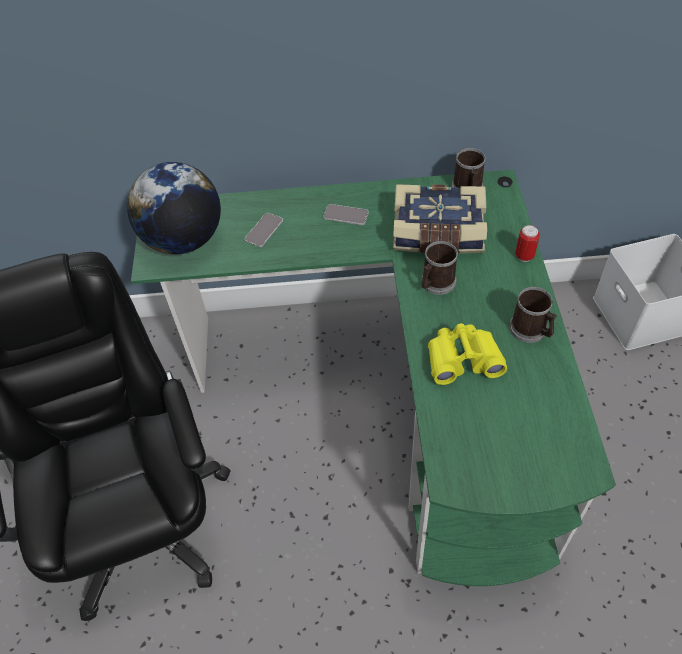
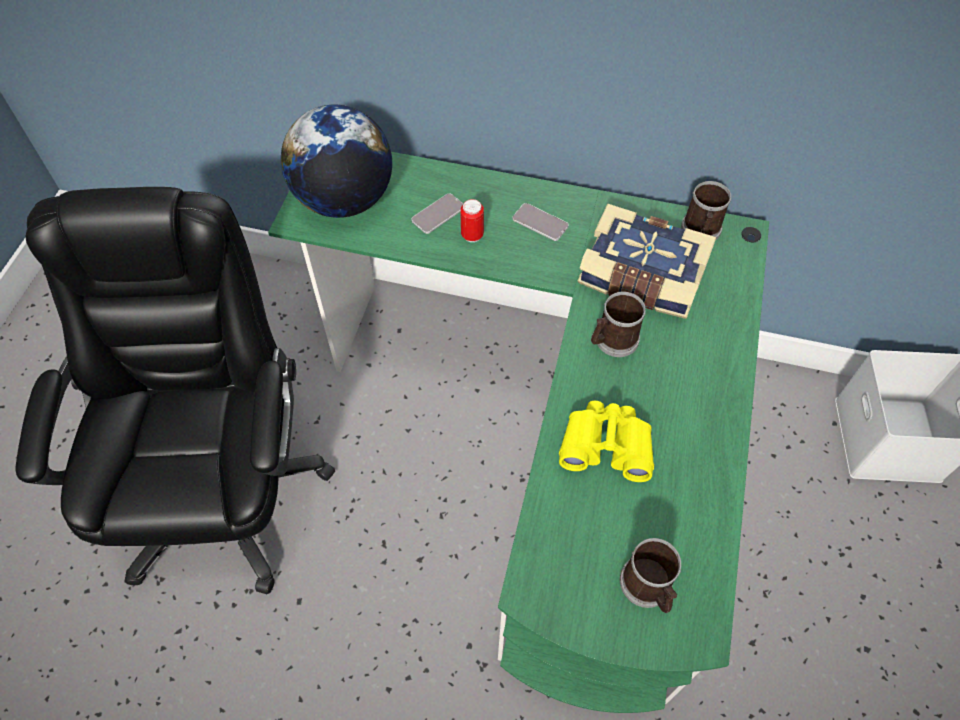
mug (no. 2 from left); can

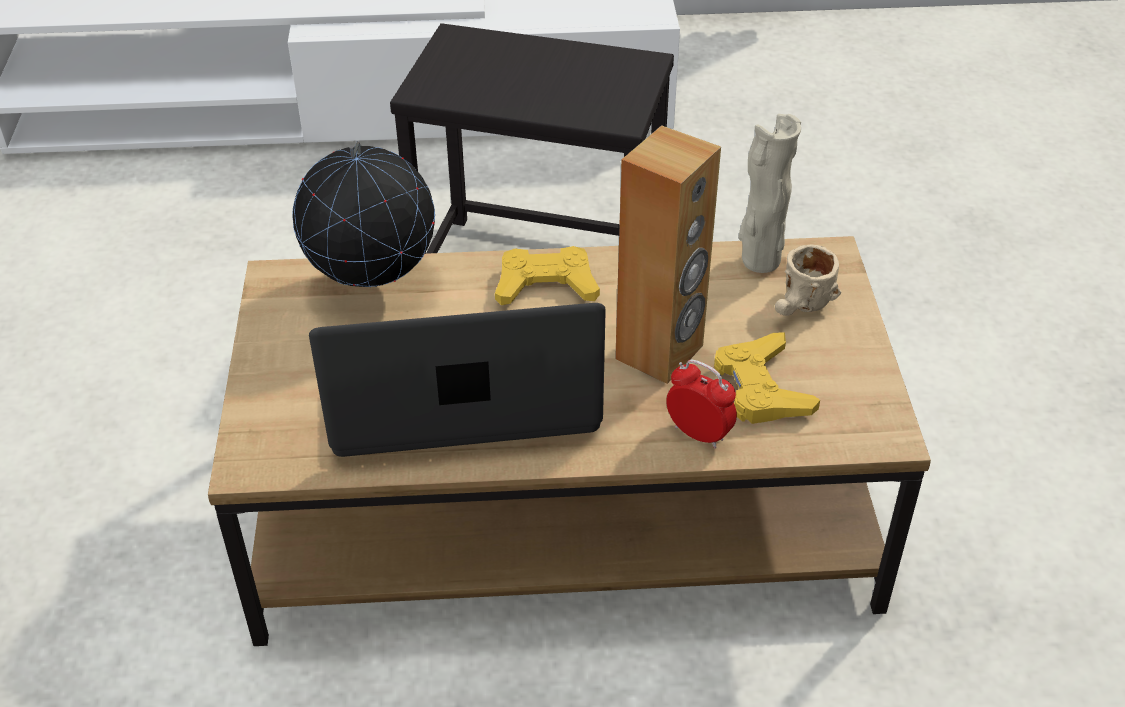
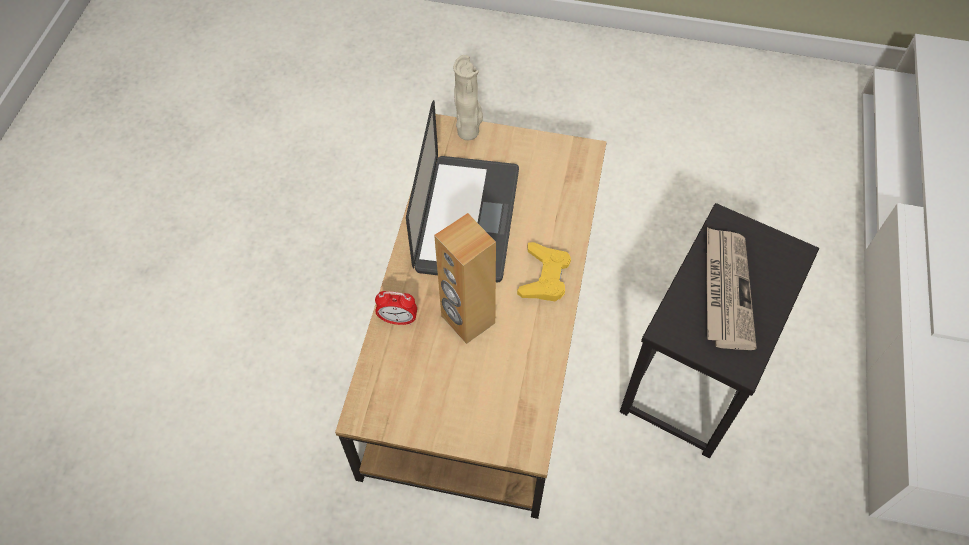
globe; alarm clock; yellow game controller (no. 2 from left in the first image); beige vase; beige mug; newspaper

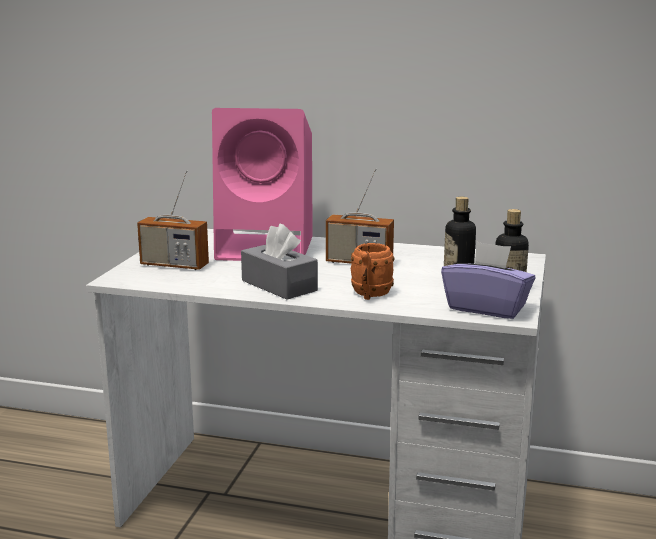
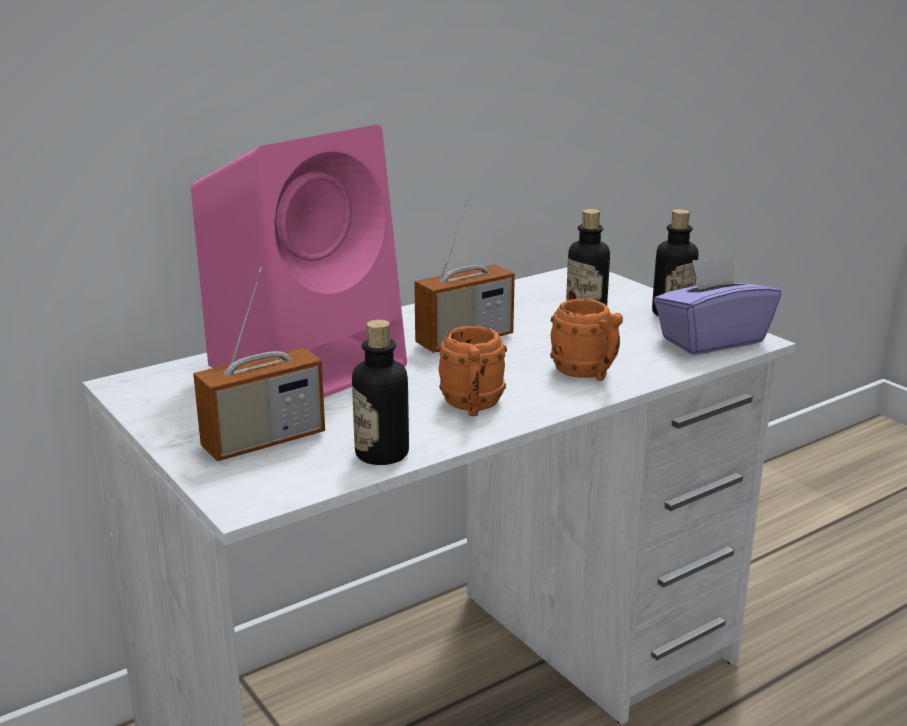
orange mug (no. 1 from left); bottle (no. 1 from left)

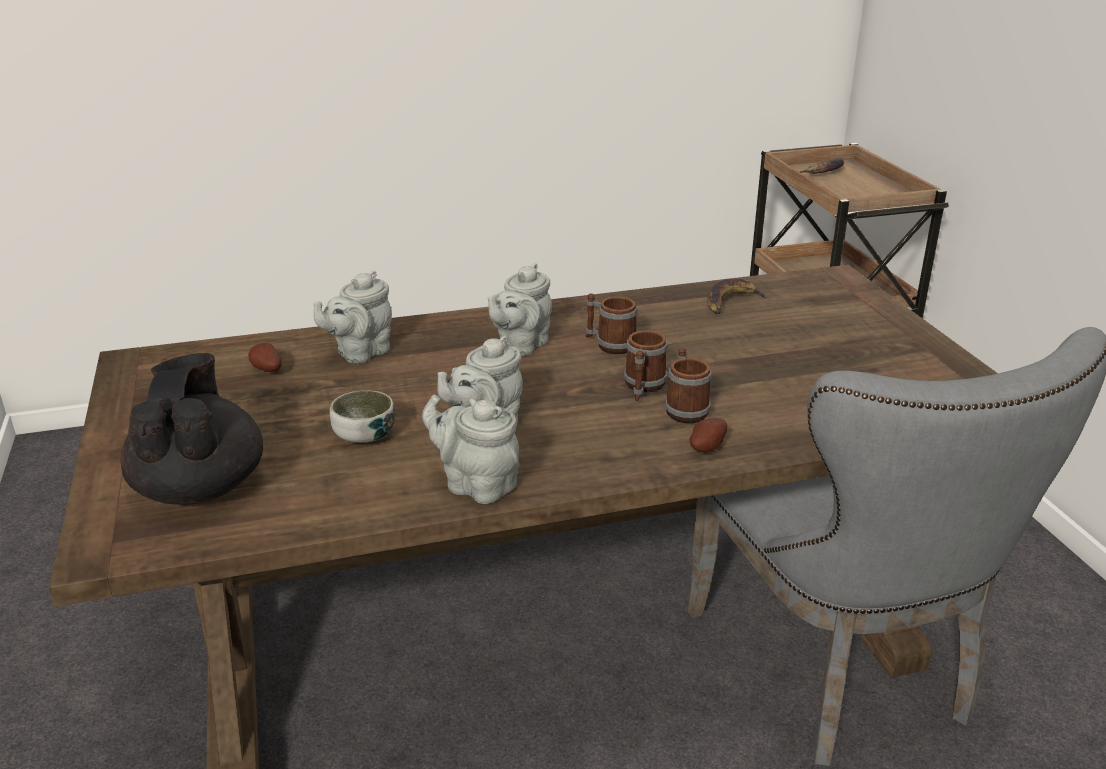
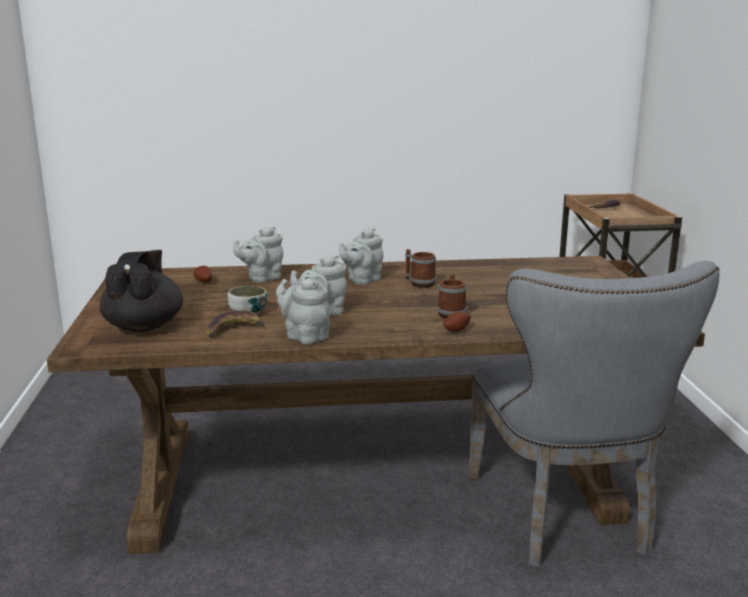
mug (no. 2 from left in the first image); banana (no. 1 from left)

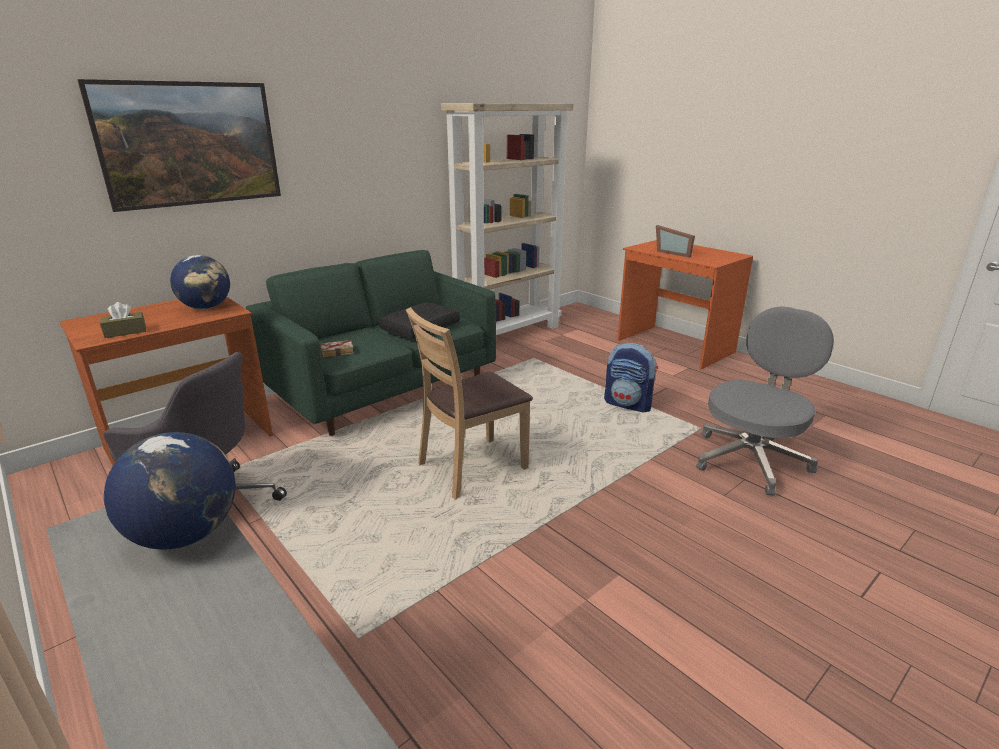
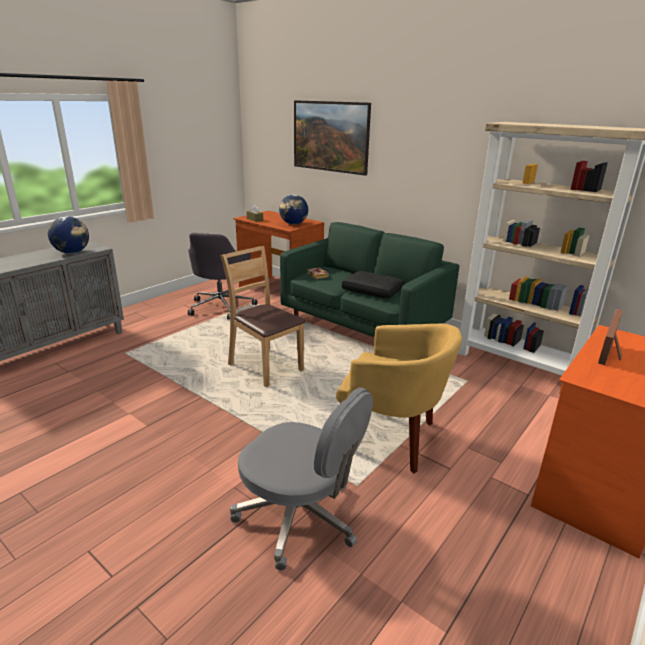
yellow armchair

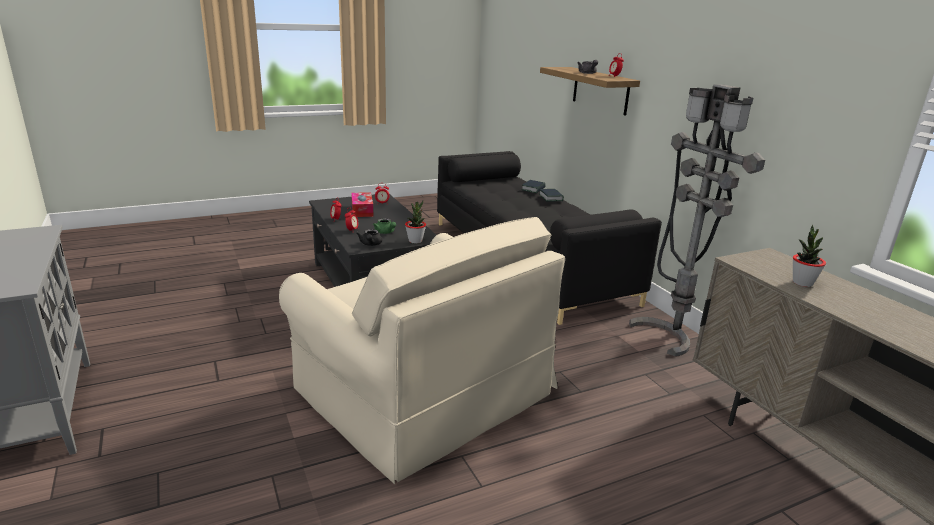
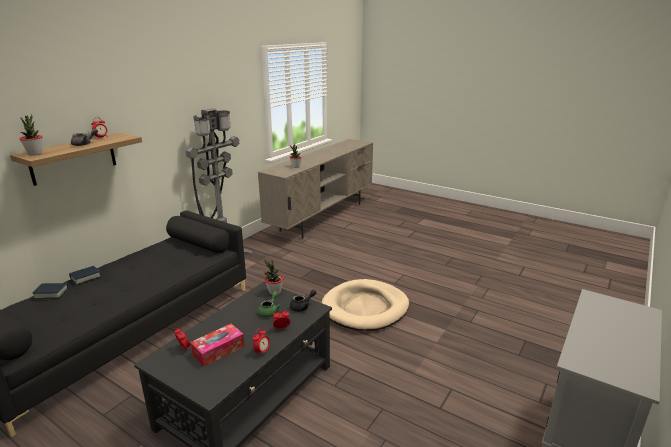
beige dog bed; potted plant (no. 1 from left)

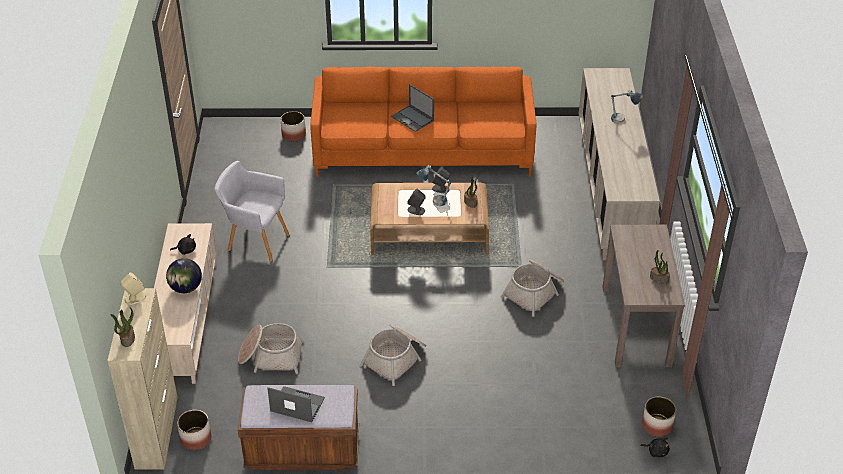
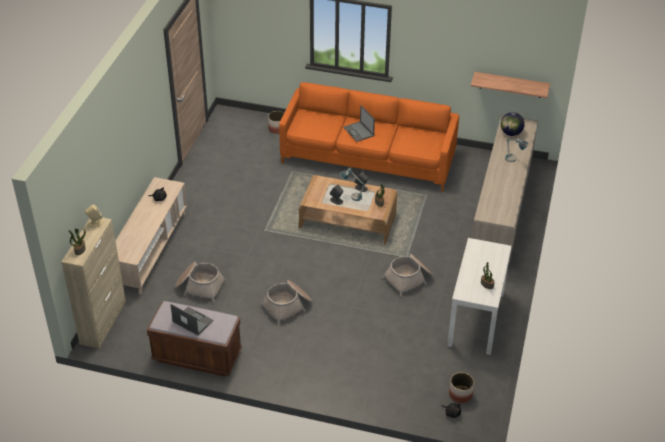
globe; planter (no. 1 from left in the first image); grey armchair; white console table; shelf

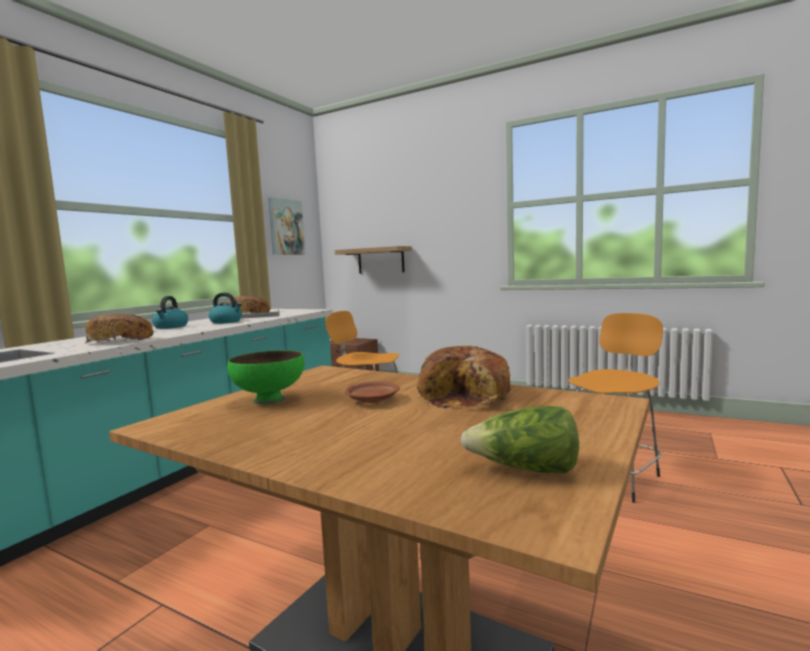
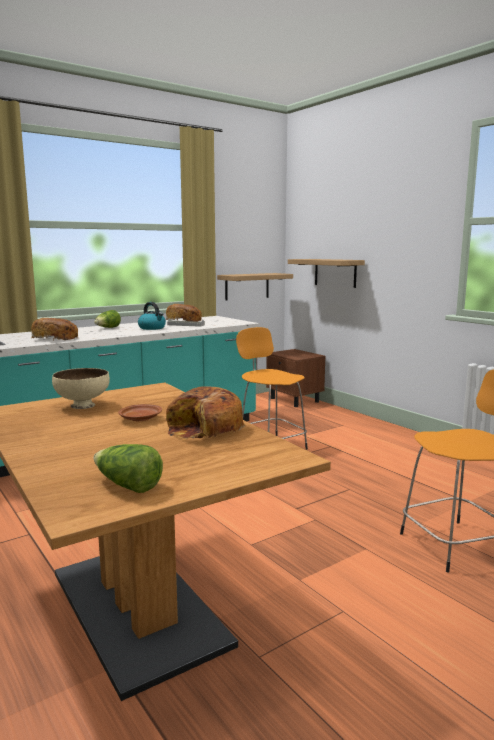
lettuce (no. 1 from left); beige bowl; picture; shelf (no. 1 from left)

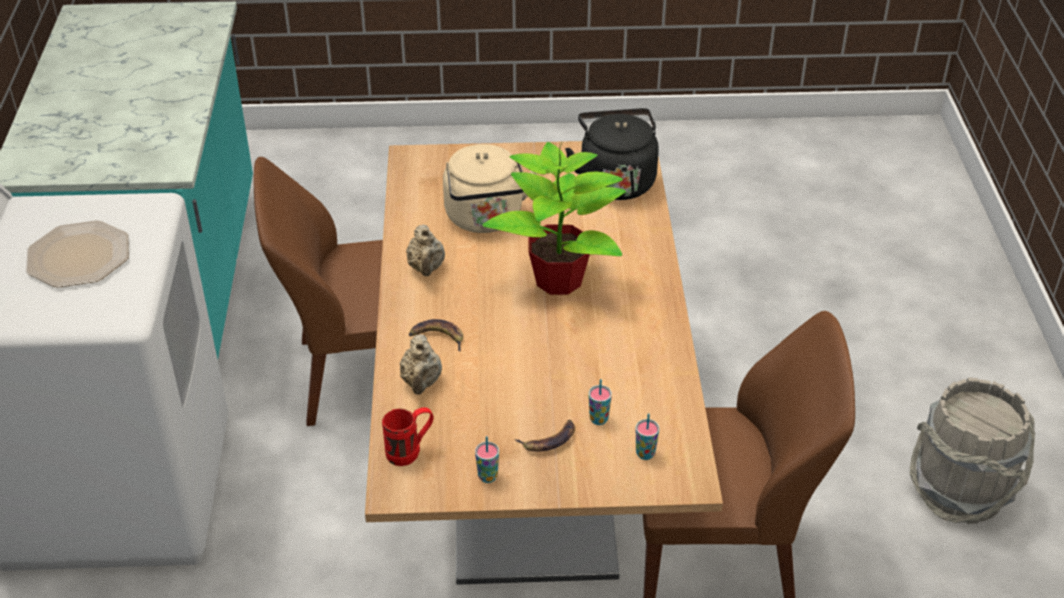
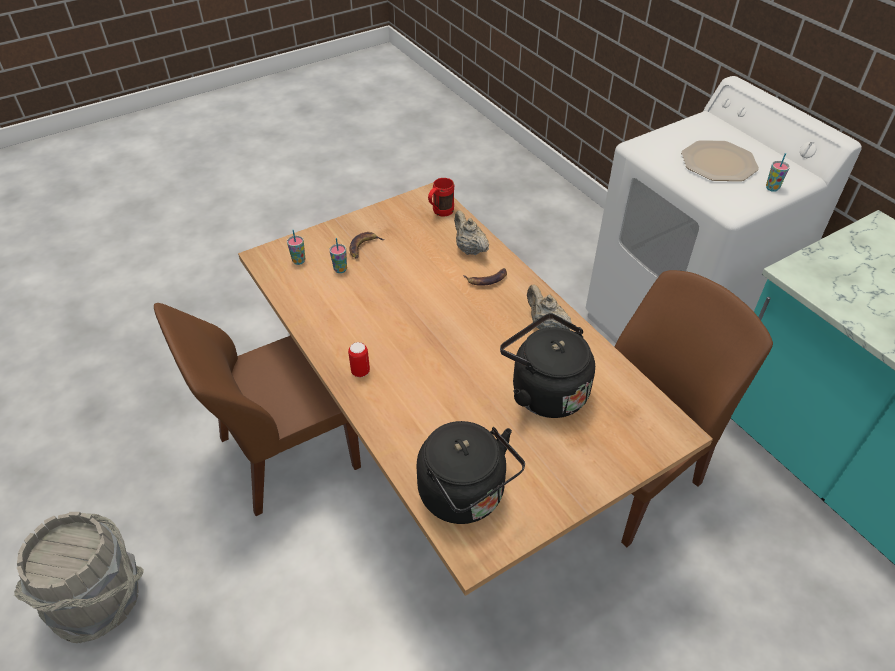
black kettle (no. 2 from left); cup (no. 3 from left); potted plant; can

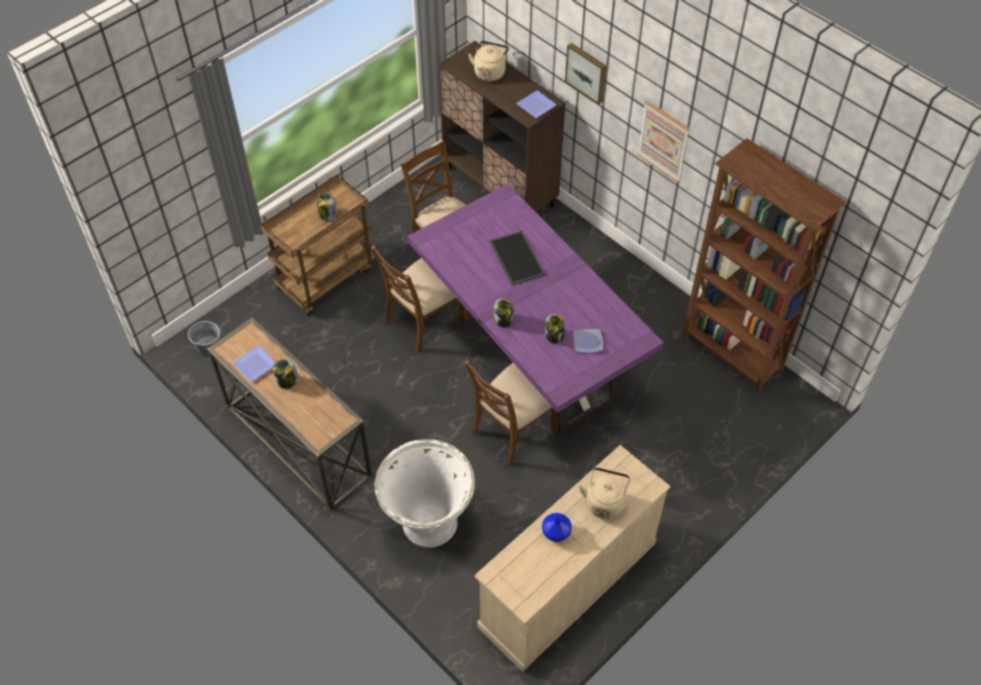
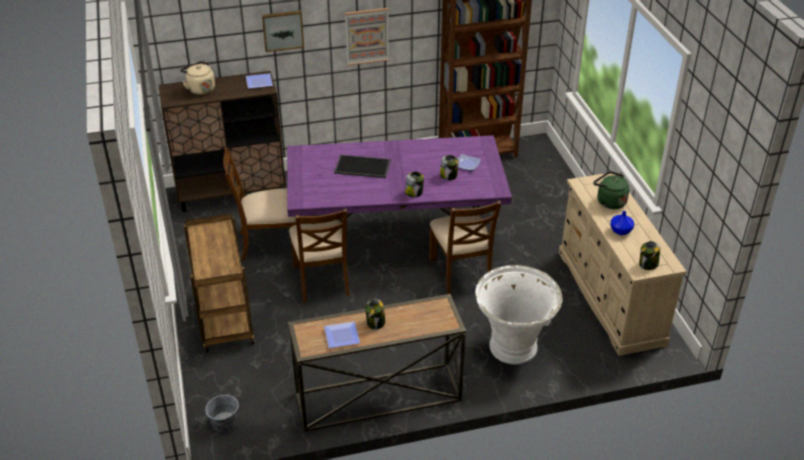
jar (no. 4 from left); green kettle

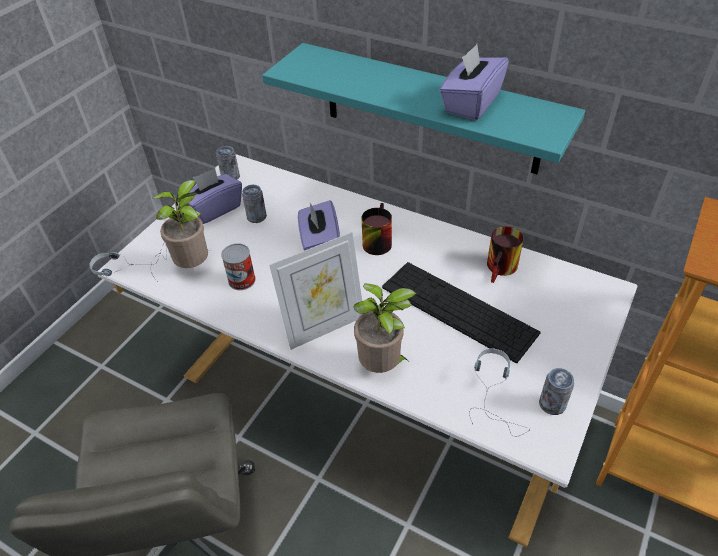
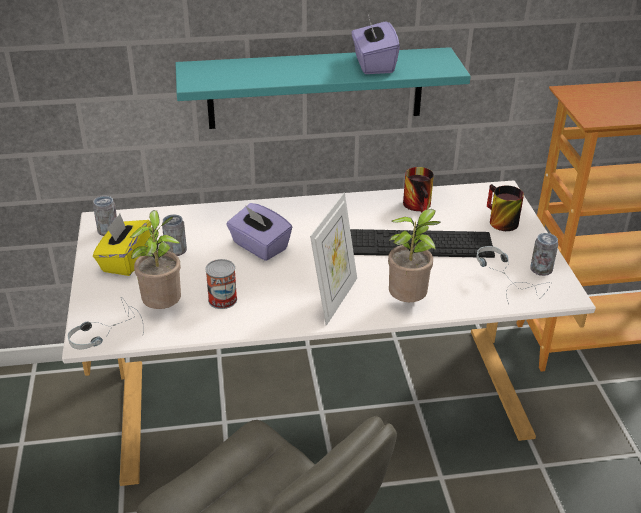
yellow tissue box; mug (no. 2 from left)

